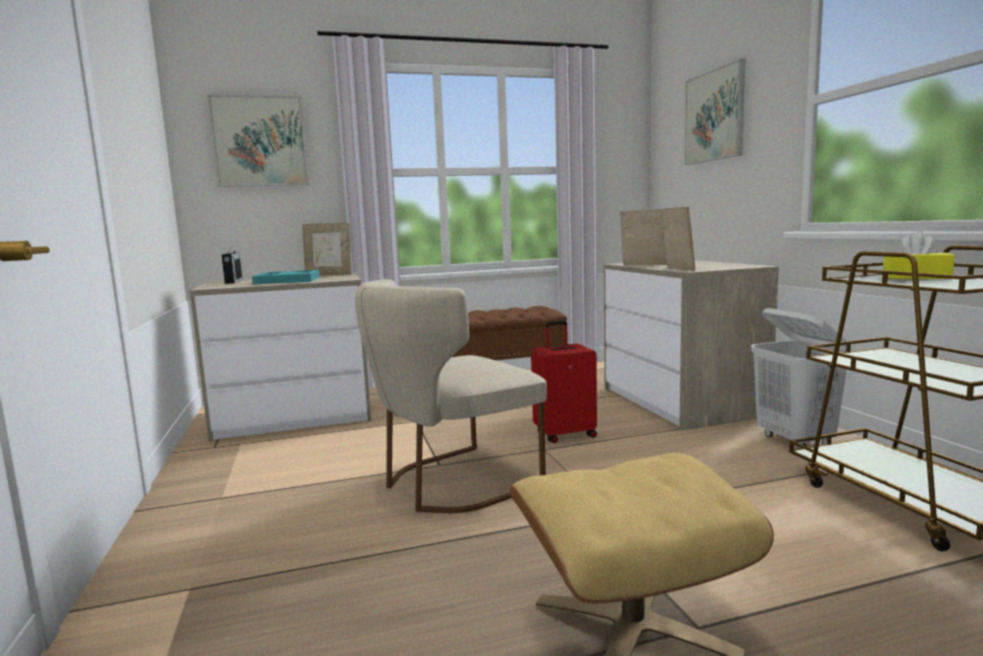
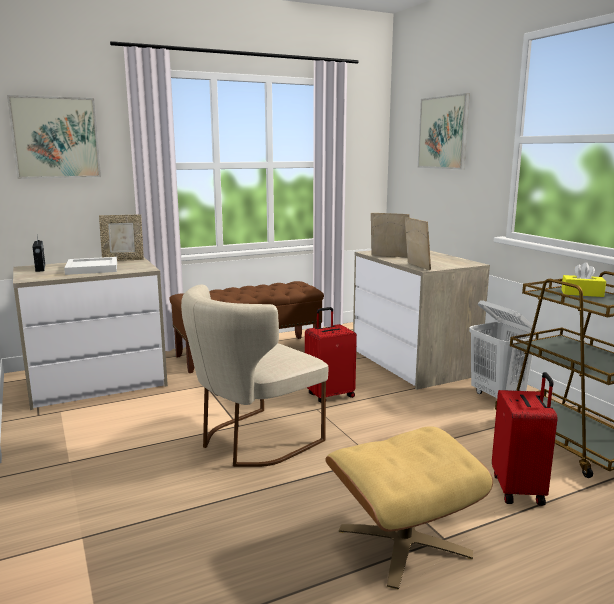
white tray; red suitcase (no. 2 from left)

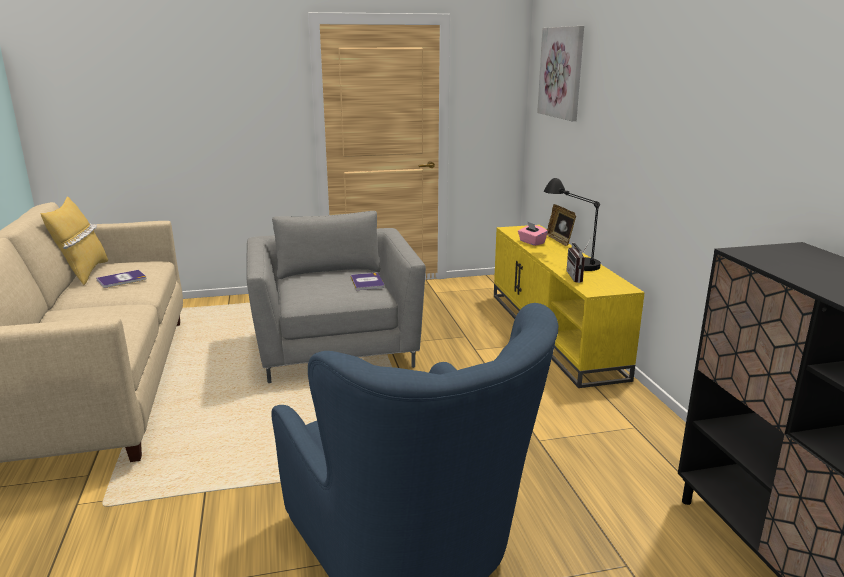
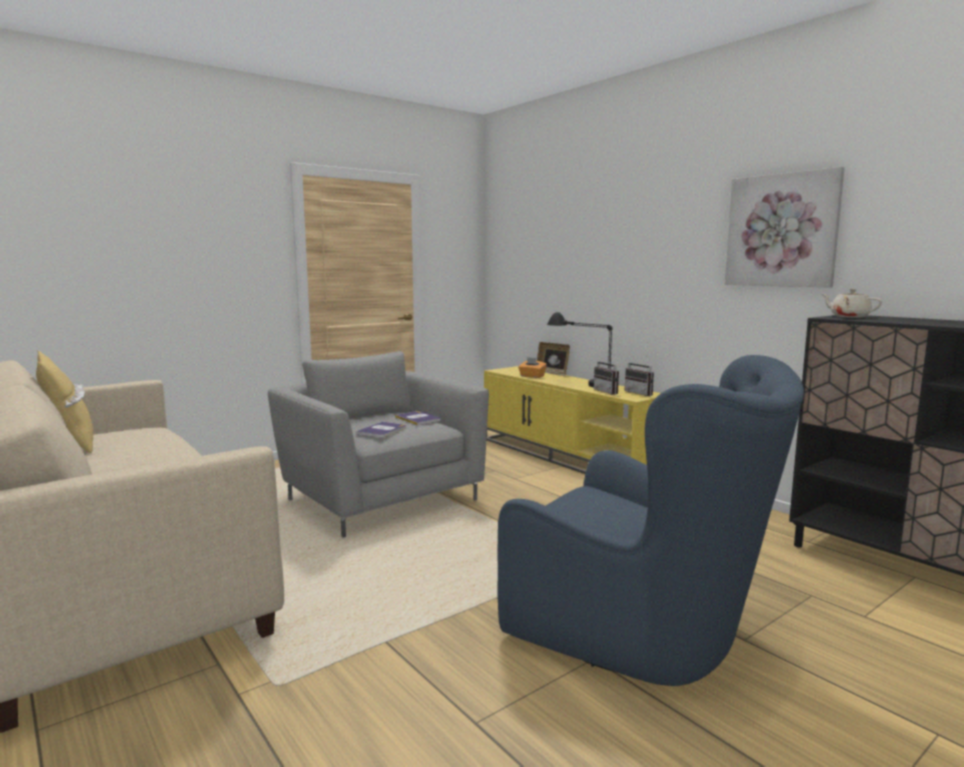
book (no. 1 from left); orange tissue box; picture; radio (no. 2 from left); beige teapot

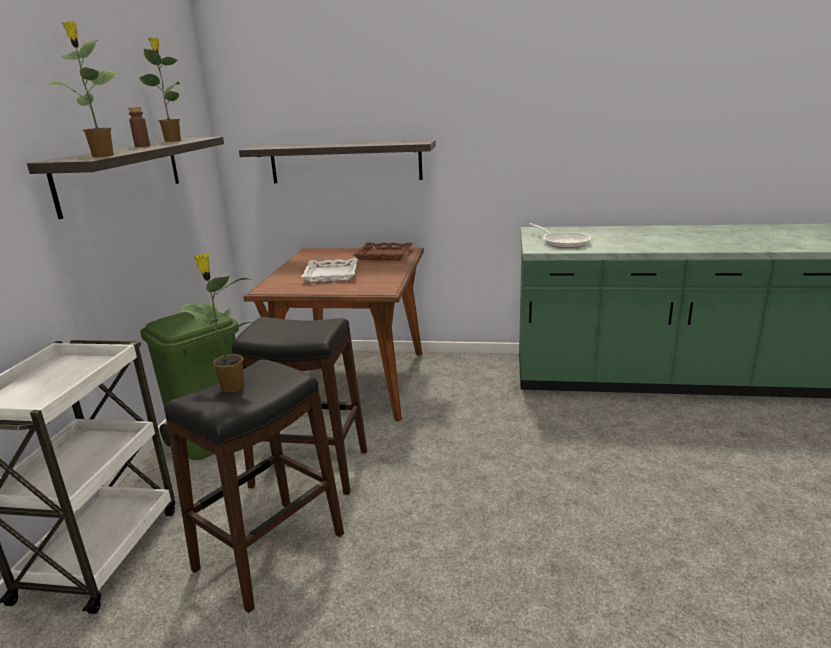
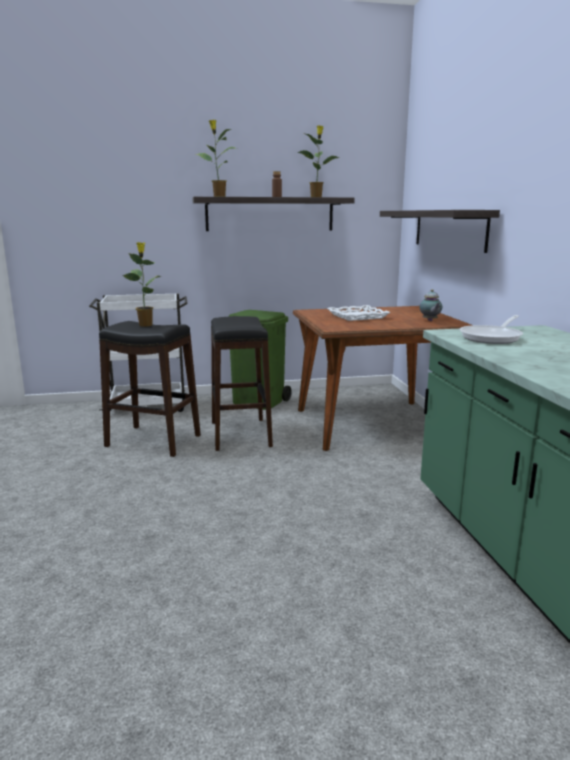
teapot

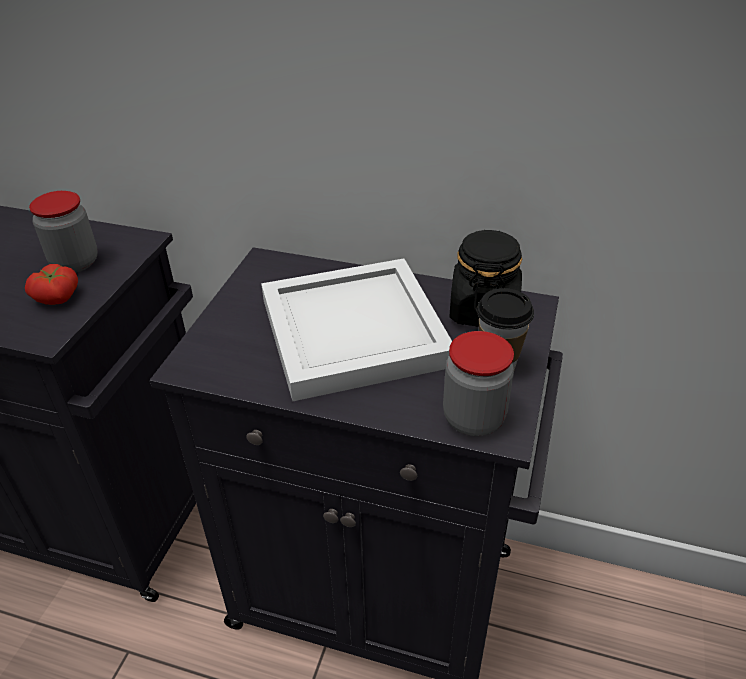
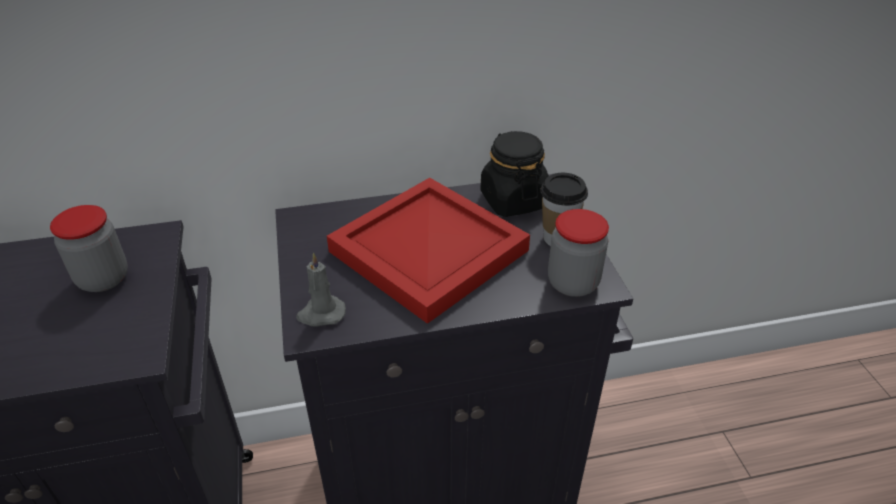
tomato; red tray; grey candle

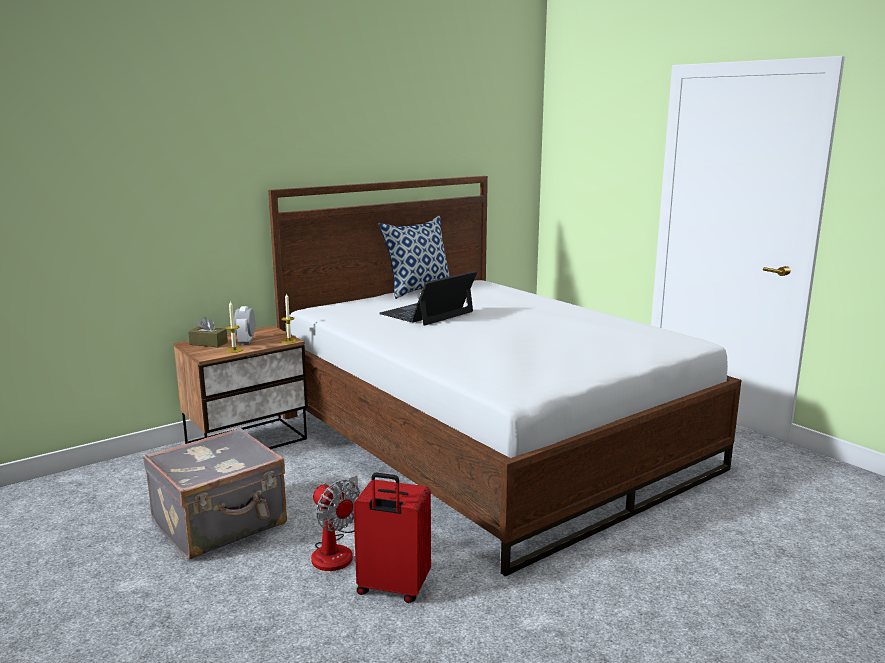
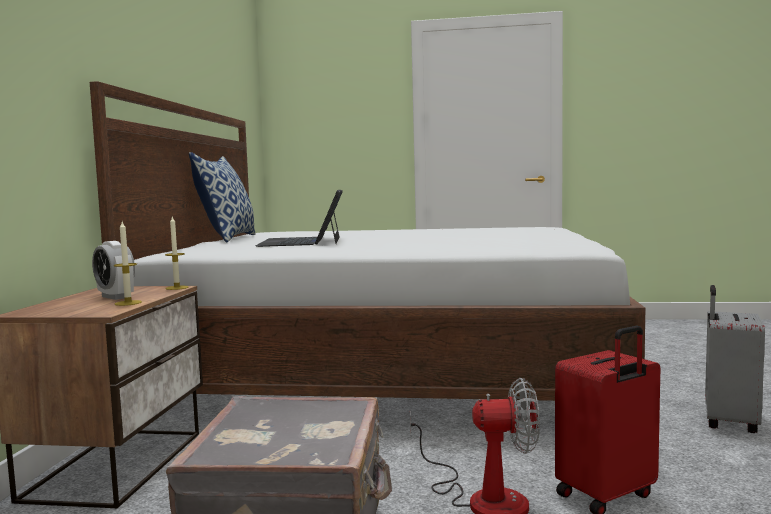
brown tissue box; grey suitcase (no. 2 from left)

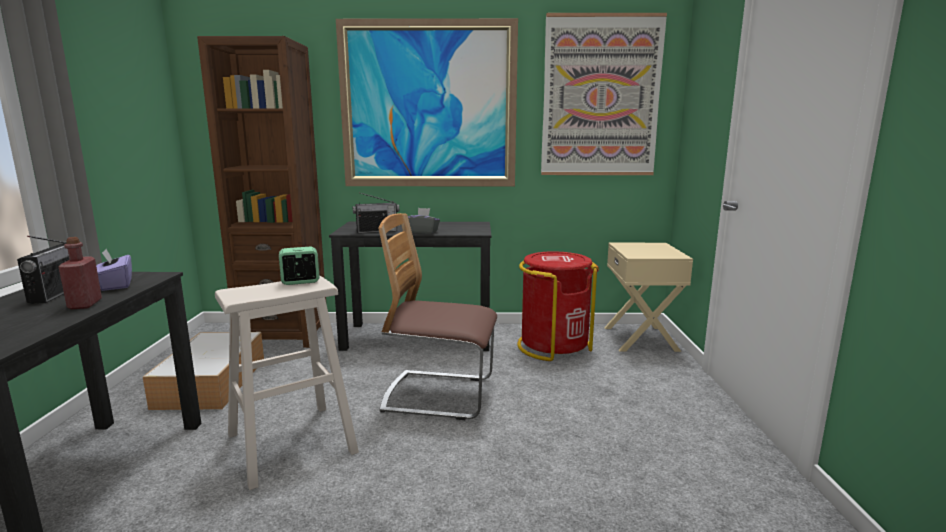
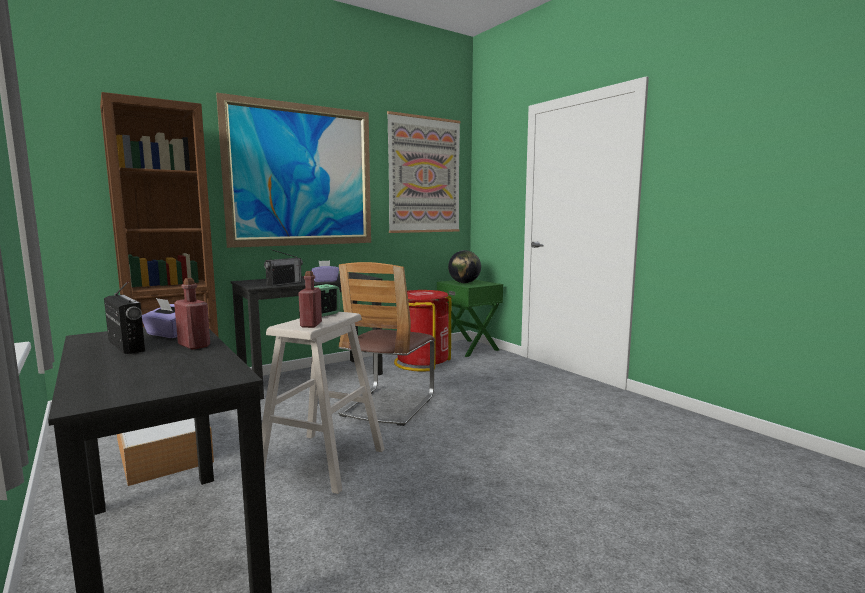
chair; purple tissue box (no. 2 from left); green nightstand; red bottle (no. 2 from left); globe

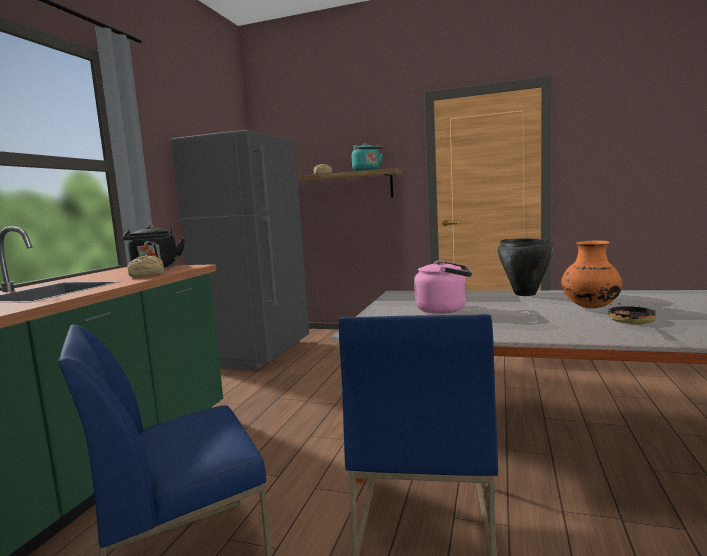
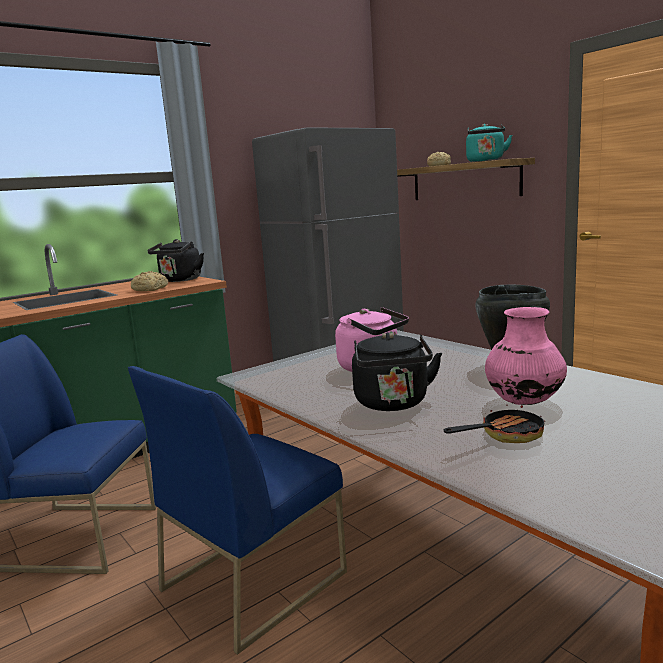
pink vase; black kettle (no. 2 from left)

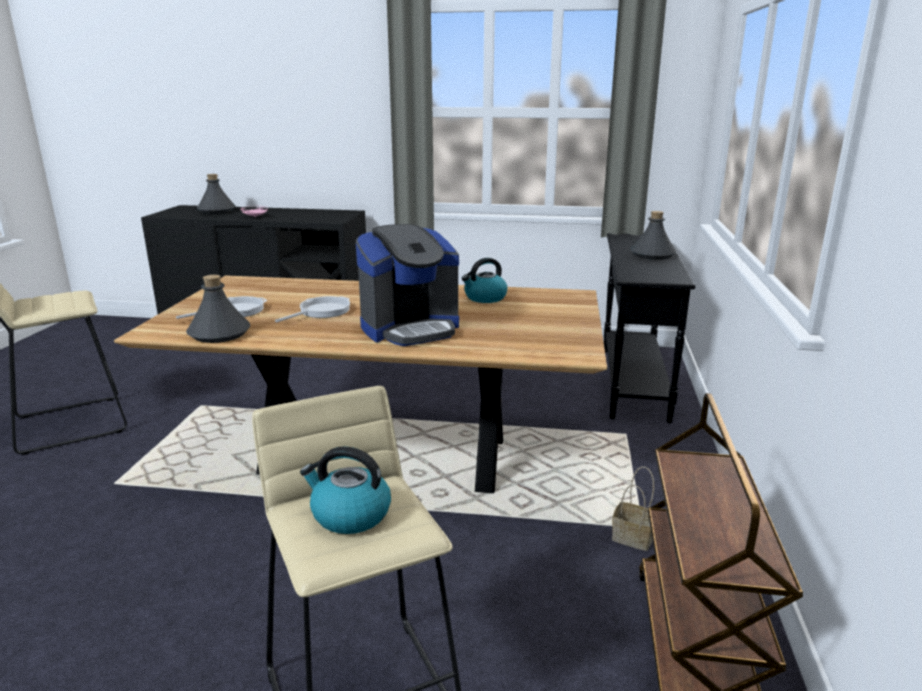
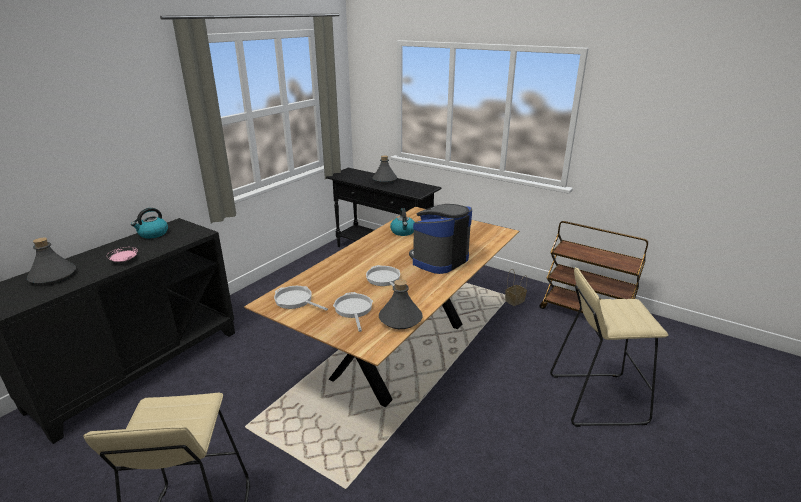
kettle (no. 1 from left); coffee machine; frying pan (no. 1 from left)

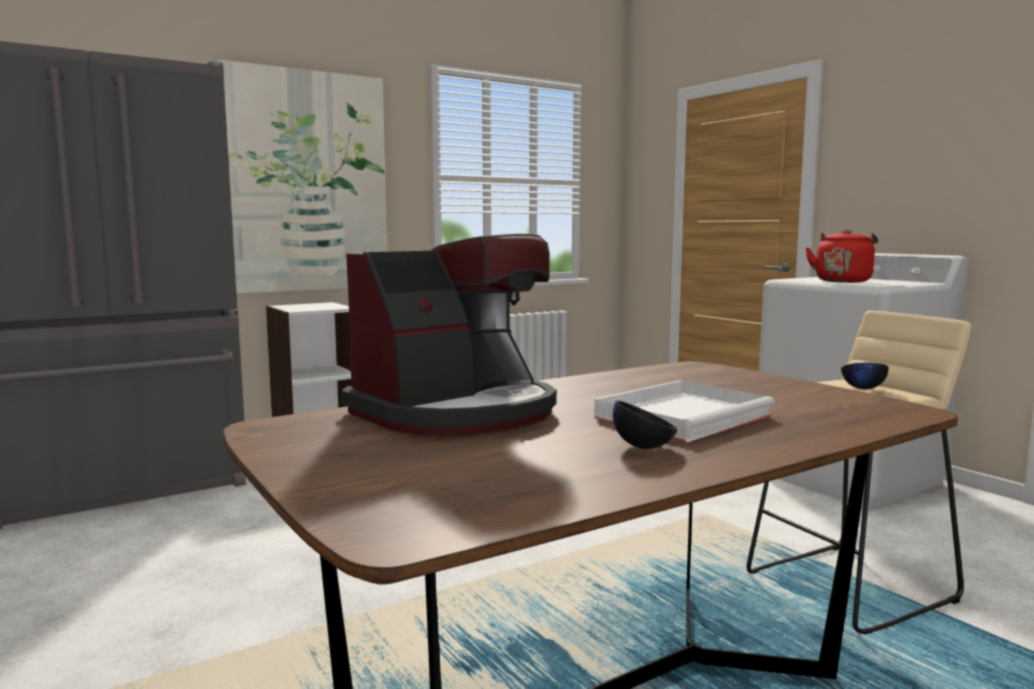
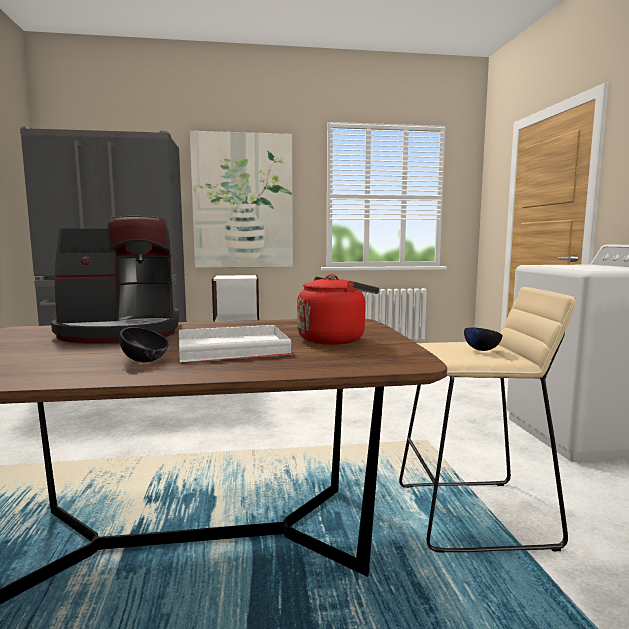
red kettle

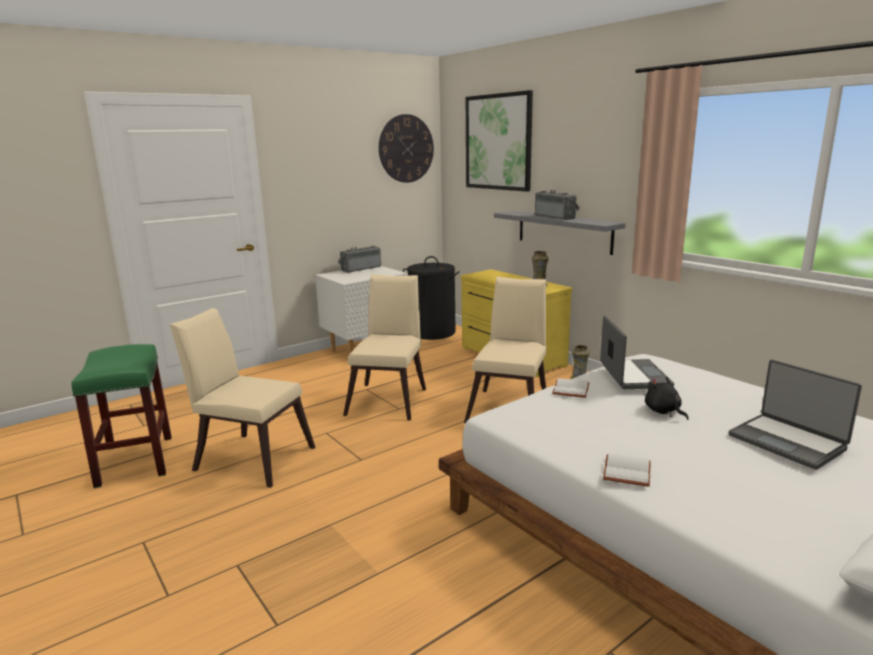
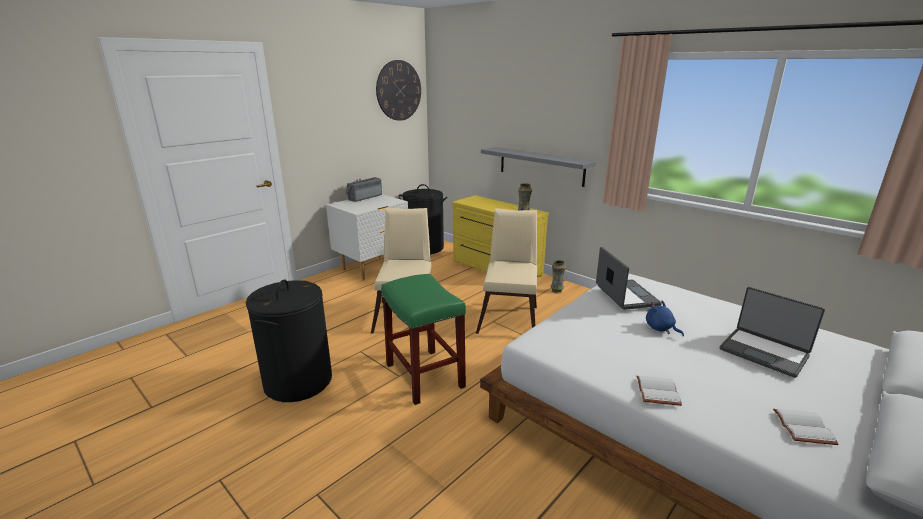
green stool; black laundry basket (no. 1 from left); picture; radio (no. 2 from left in the first image); white book (no. 2 from left); blue plush toy

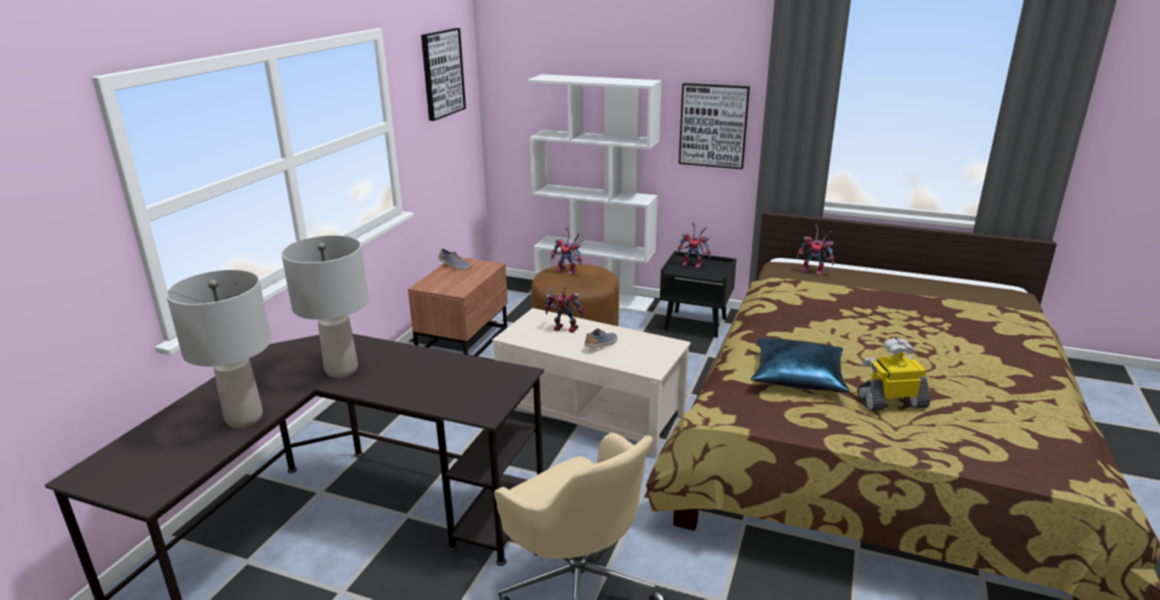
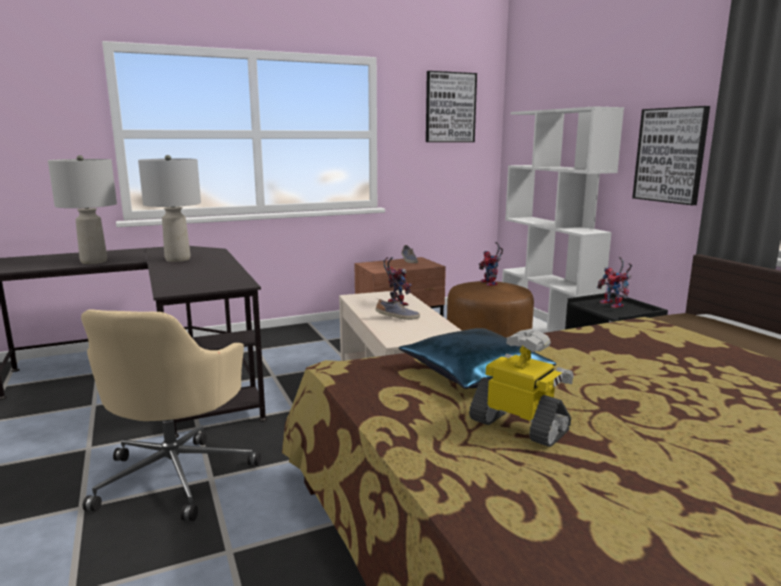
toy robot (no. 4 from left in the first image)

